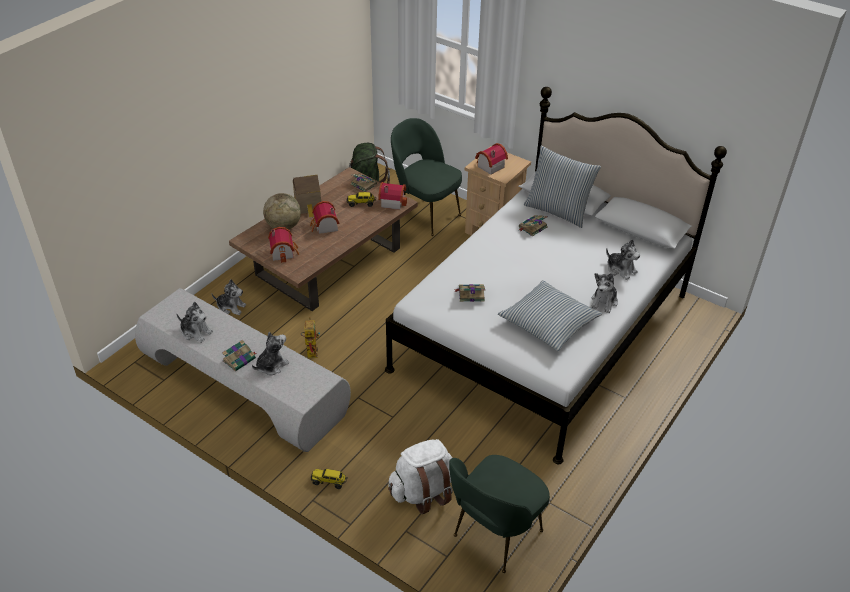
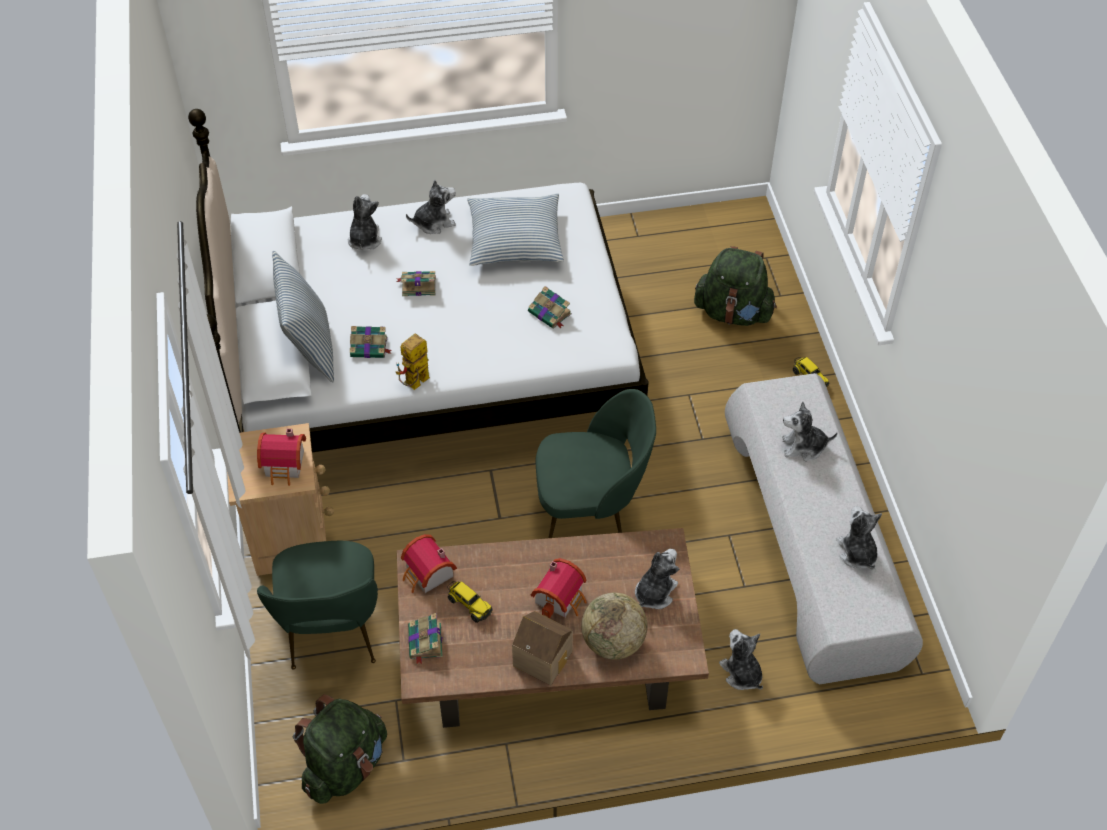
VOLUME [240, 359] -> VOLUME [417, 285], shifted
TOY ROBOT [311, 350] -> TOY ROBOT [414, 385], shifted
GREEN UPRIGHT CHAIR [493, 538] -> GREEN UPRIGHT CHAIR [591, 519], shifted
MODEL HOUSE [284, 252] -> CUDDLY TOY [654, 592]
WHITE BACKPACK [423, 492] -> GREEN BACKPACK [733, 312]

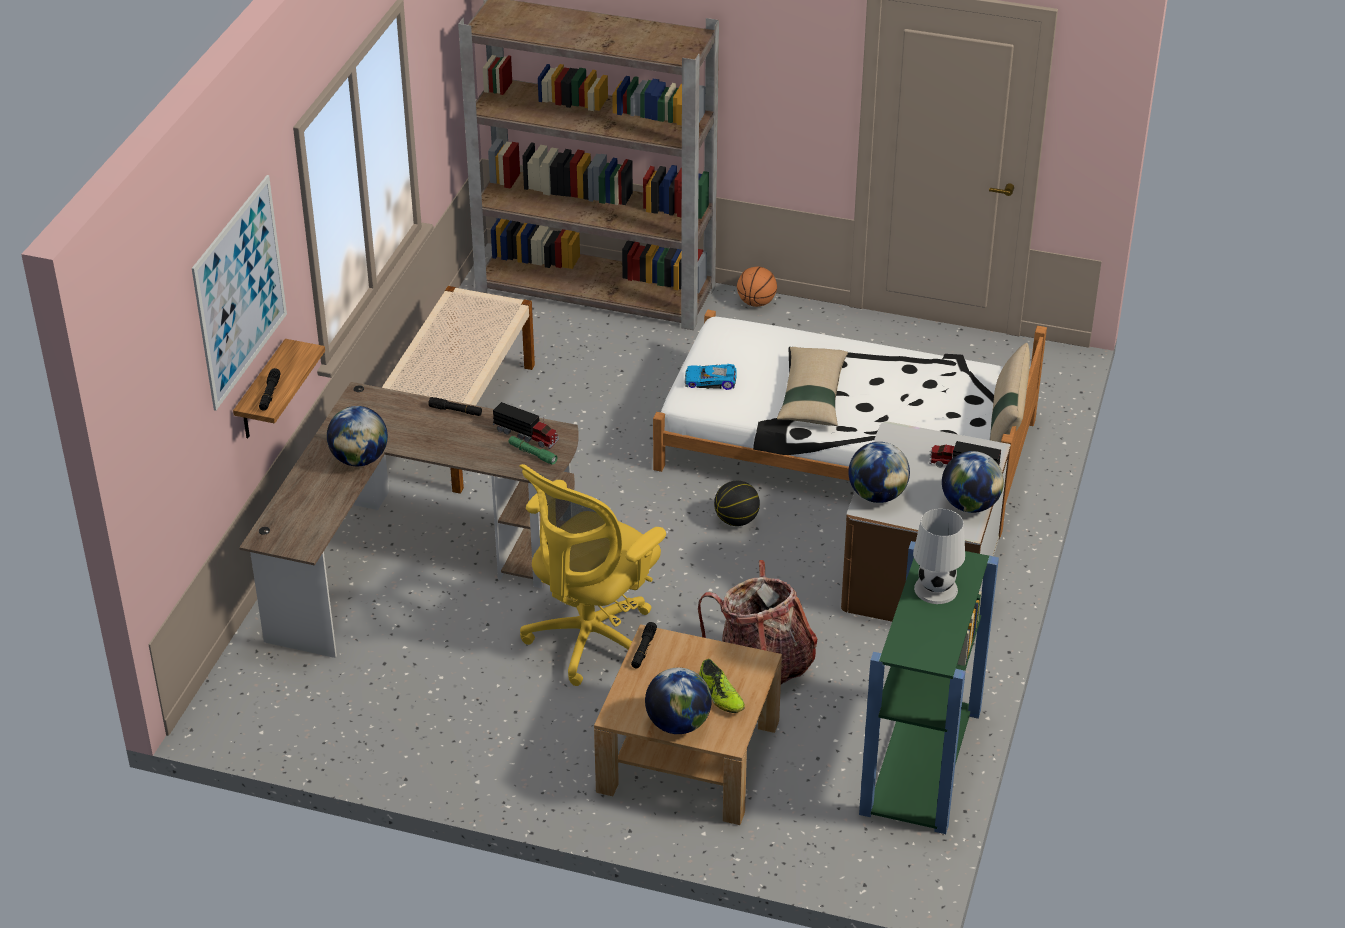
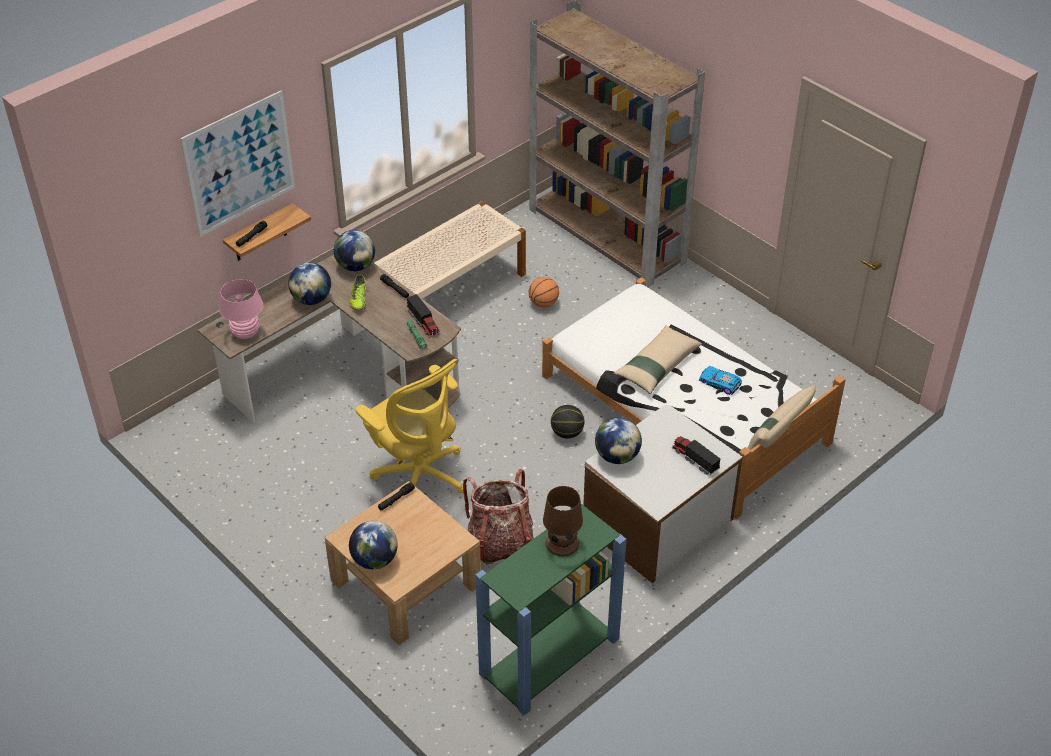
none -> PINKISH TABLETOP LAMP [246, 333]
TOY CAR [710, 381] -> TOY CAR [719, 383], shifted
SHOE [720, 696] -> SHOE [359, 299], shifted
BASKETBALL [756, 303] -> BASKETBALL [543, 303], shifted
GLOBE [970, 505] -> GLOBE [356, 266], shifted
WHITE TABLETOP LAMP [935, 589] -> BROWN-COLOURED TABLETOP LAMP [561, 543]
YELLOW DESK CHAIR [594, 633] -> YELLOW DESK CHAIR [416, 472], 105 degrees counterclockwise

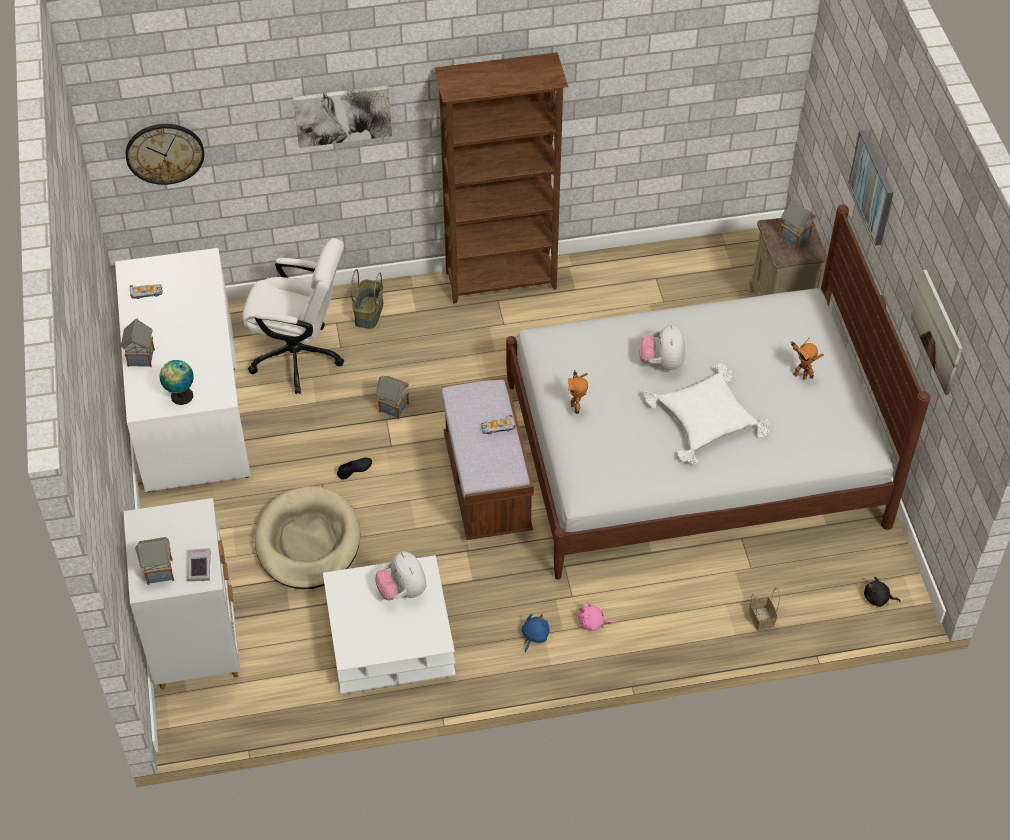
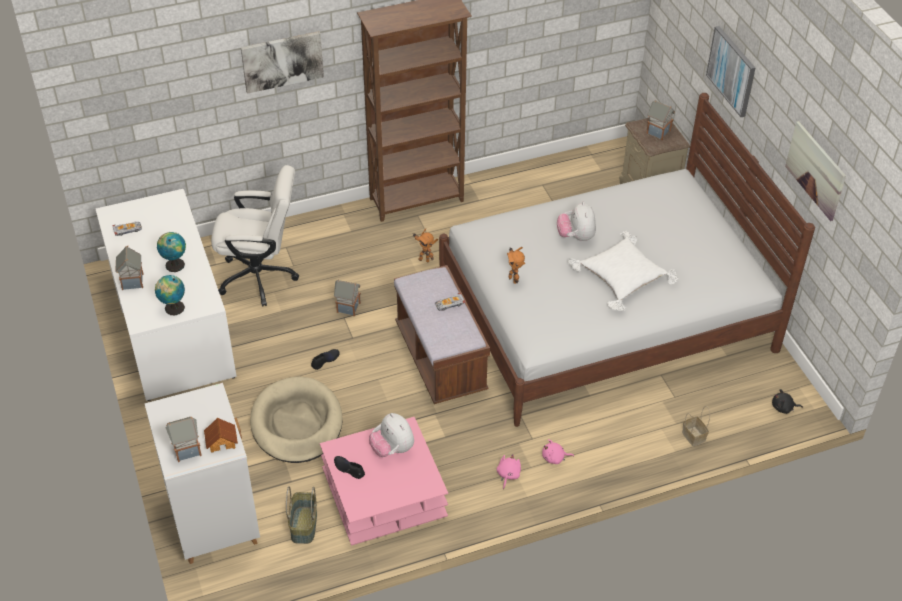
CLOCK ON THE WALL [164, 153] -> none
none -> GLOBE [174, 264]
none -> BLACKISH SHOE [349, 469]
HOUSEHOLD BASKET [368, 312] -> HOUSEHOLD BASKET [303, 525], shifted
TOY ROBOT [800, 375] -> TOY ROBOT [424, 259], shifted
VOLUME [199, 566] -> MODEL HOUSE [222, 441]
WHITE COFFEE TABLE [390, 636] -> PINKISH COFFEE TABLE [384, 492]
BLUISH CUDDLY TOY [534, 636] -> PINKISH CUDDLY TOY [508, 475]

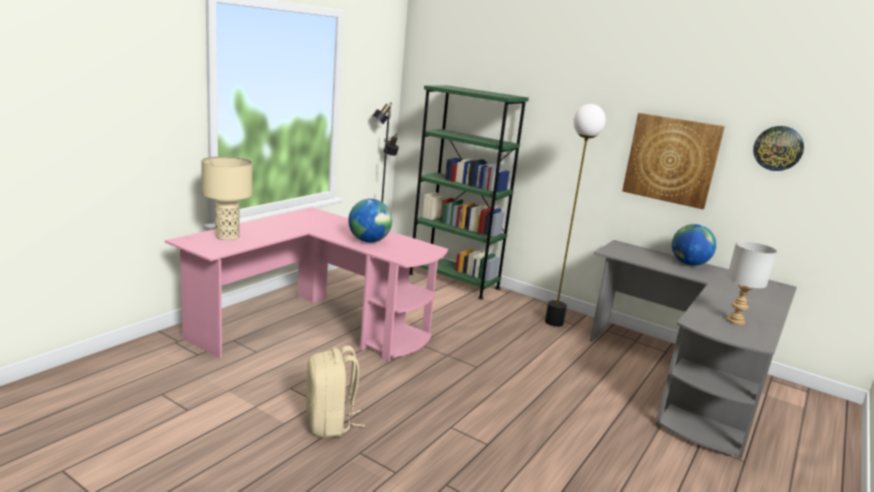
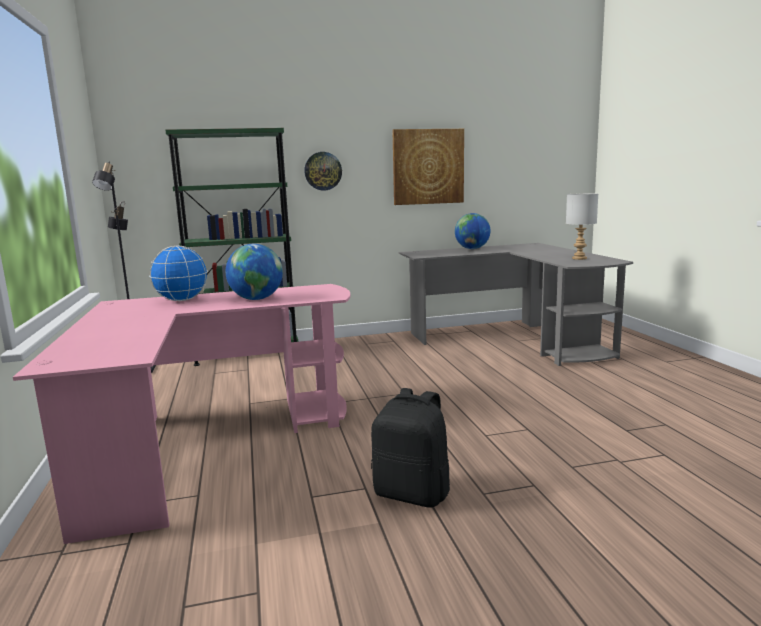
SAND-COLOURED TABLETOP LAMP [228, 236] -> none
STANDING LAMP [554, 322] -> none
none -> GLOBE [182, 300]
CLOCK ON THE WALL [778, 148] -> CLOCK ON THE WALL [323, 171], shifted
SAND-COLOURED BACKPACK [330, 423] -> BLACKISH BACKPACK [413, 493]

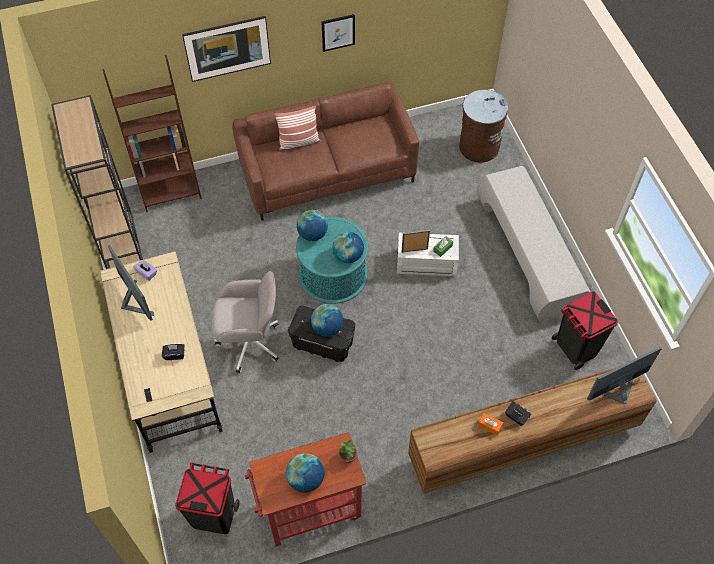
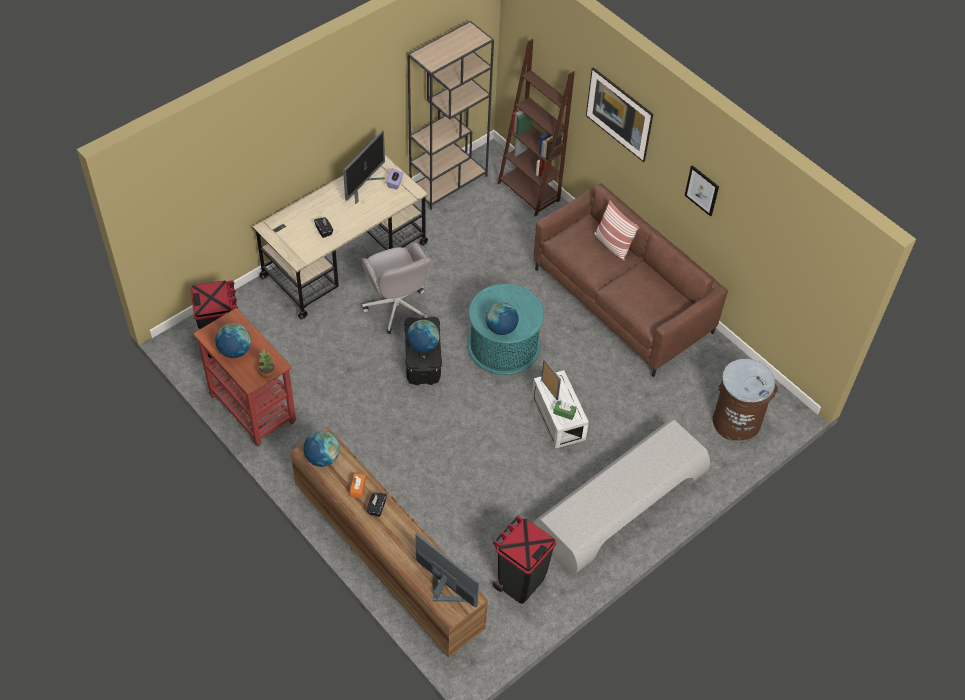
GLOBE [312, 234] -> GLOBE [322, 458], shifted

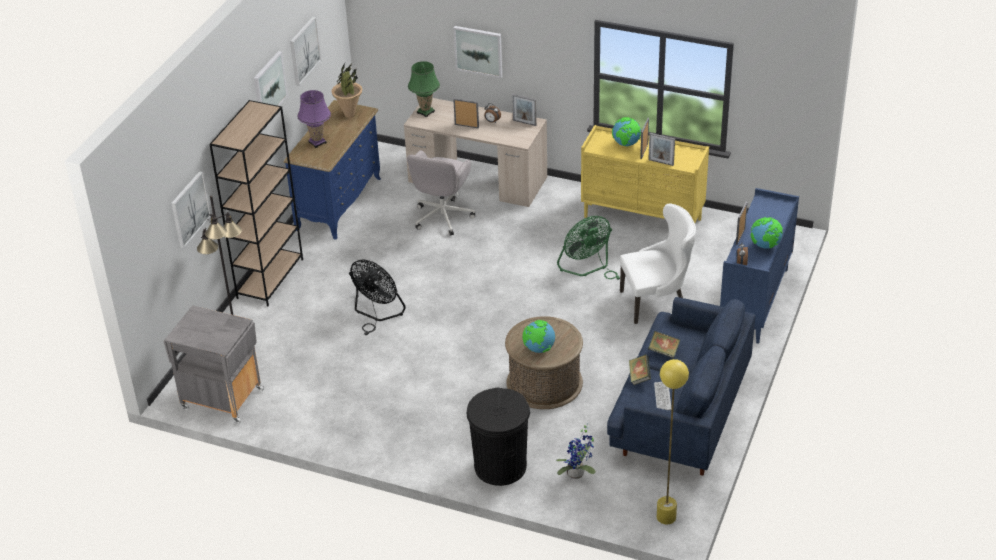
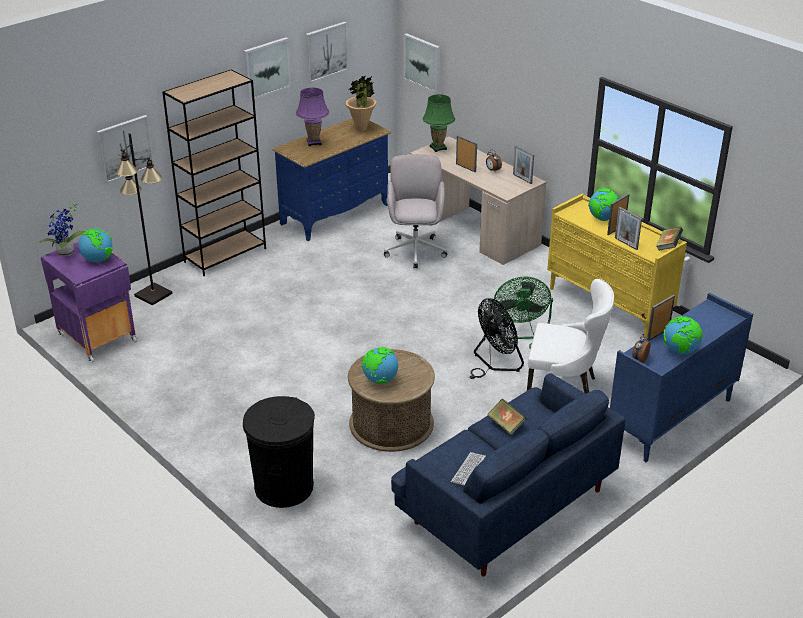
YELLOW STANDING LAMP [666, 517] -> none
none -> GLOBE [98, 260]
BLACKISH ELECTRIC FAN [374, 312] -> BLACKISH ELECTRIC FAN [491, 360], shifted
PICTURE [478, 51] -> PICTURE [422, 62], shifted
POTTED PLANT [577, 474] -> POTTED PLANT [67, 254], shifted
VOLUME [639, 376] -> VOLUME [668, 246], shifted
GRAY TROLLEY [221, 398] -> PURPLE-COLOURED TROLLEY [97, 337]
GRAY DESK CHAIR [442, 218] -> GRAY DESK CHAIR [415, 251], 135 degrees clockwise

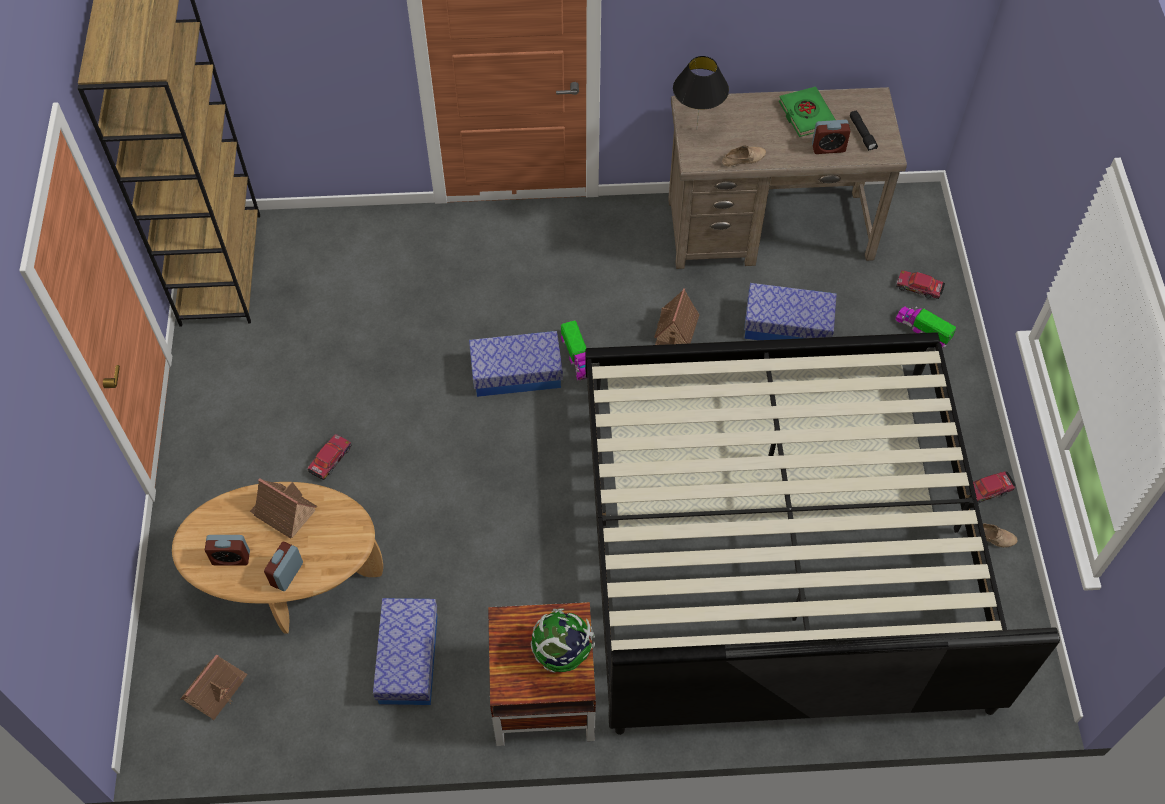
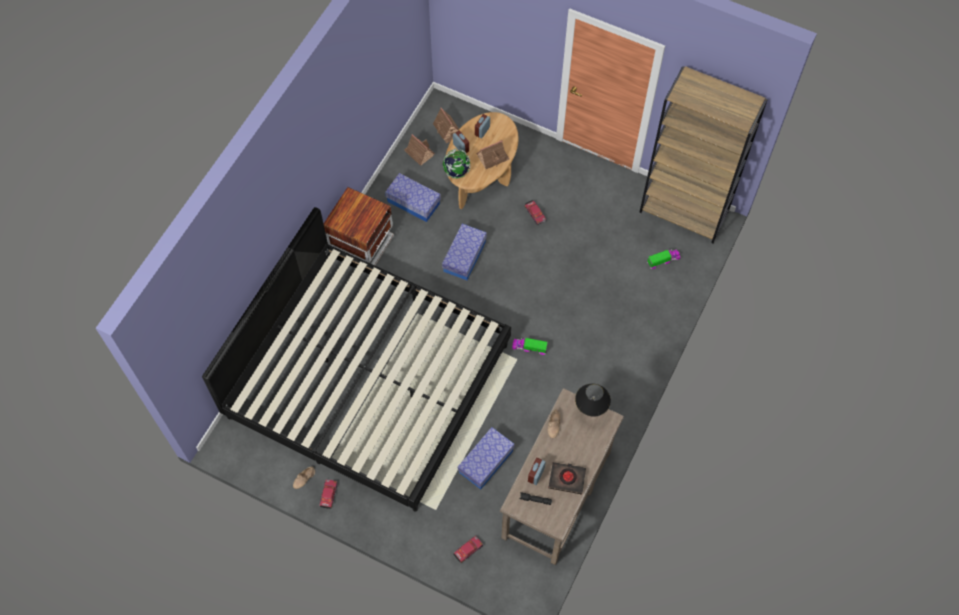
STORAGE BOX [516, 373] -> STORAGE BOX [464, 257], shifted
GLOBE [562, 652] -> GLOBE [456, 172], shifted
MODEL HOUSE [675, 331] -> MODEL HOUSE [419, 153], shifted
TOY TRUCK [923, 329] -> TOY TRUCK [663, 260], shifted
GREEN VOLUME [806, 115] -> BLACKISH VOLUME [567, 479]

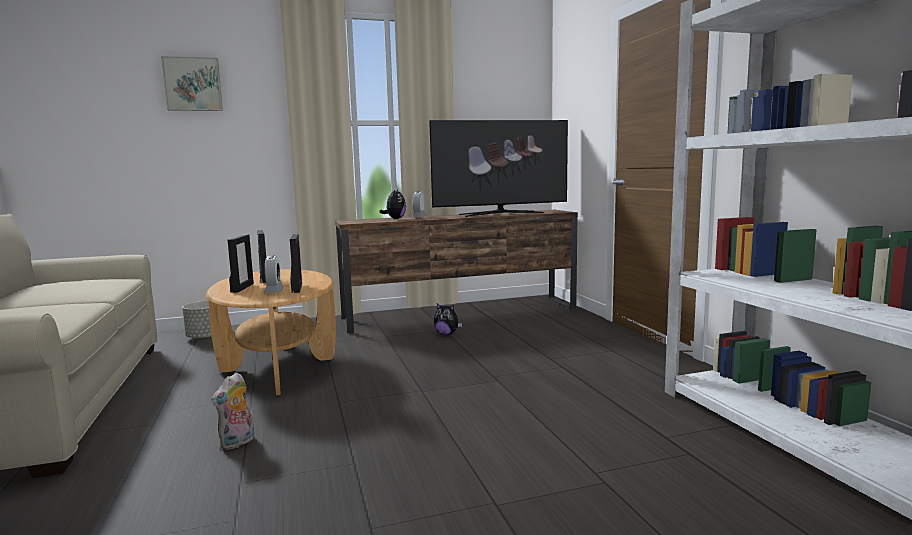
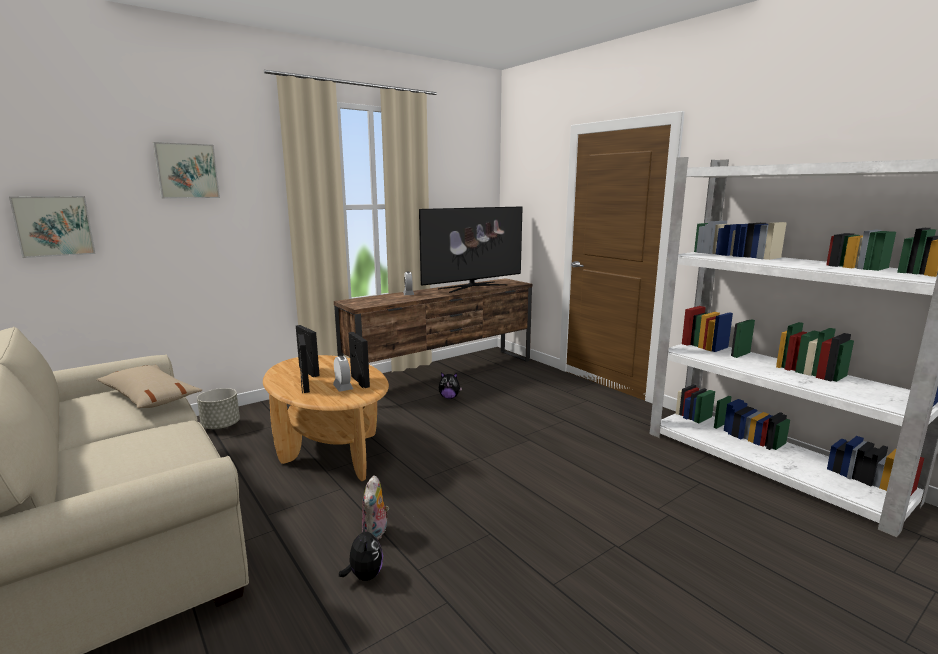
none -> PICTURE [54, 226]
none -> SAND-COLOURED CUSHION [149, 397]
CUDDLY TOY [395, 219] -> CUDDLY TOY [364, 575], shifted

